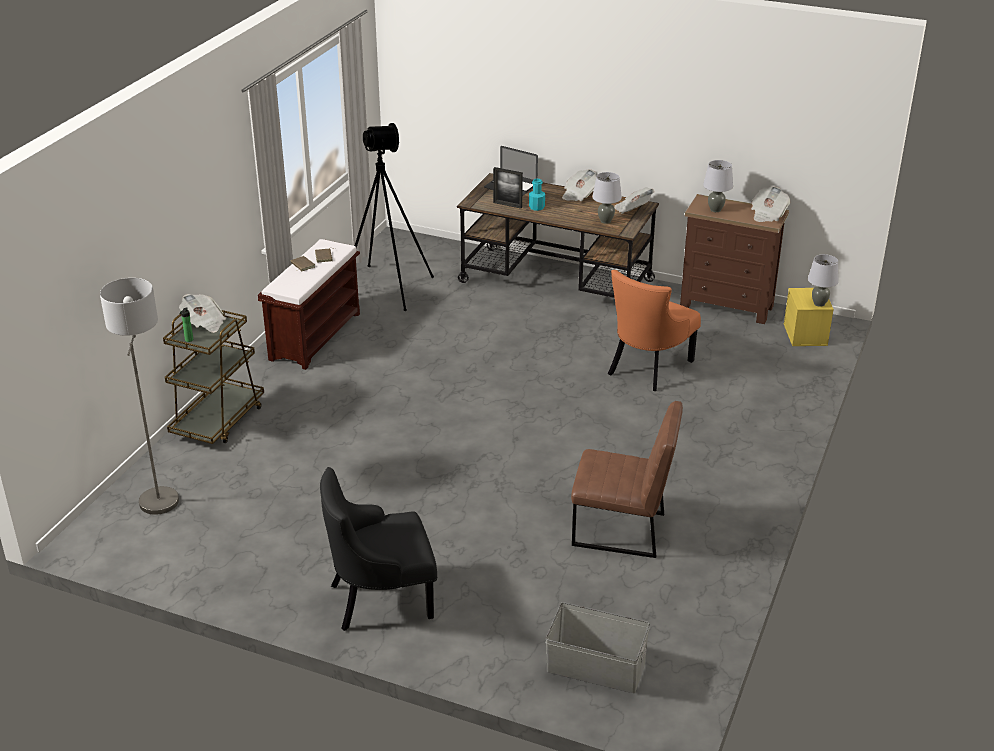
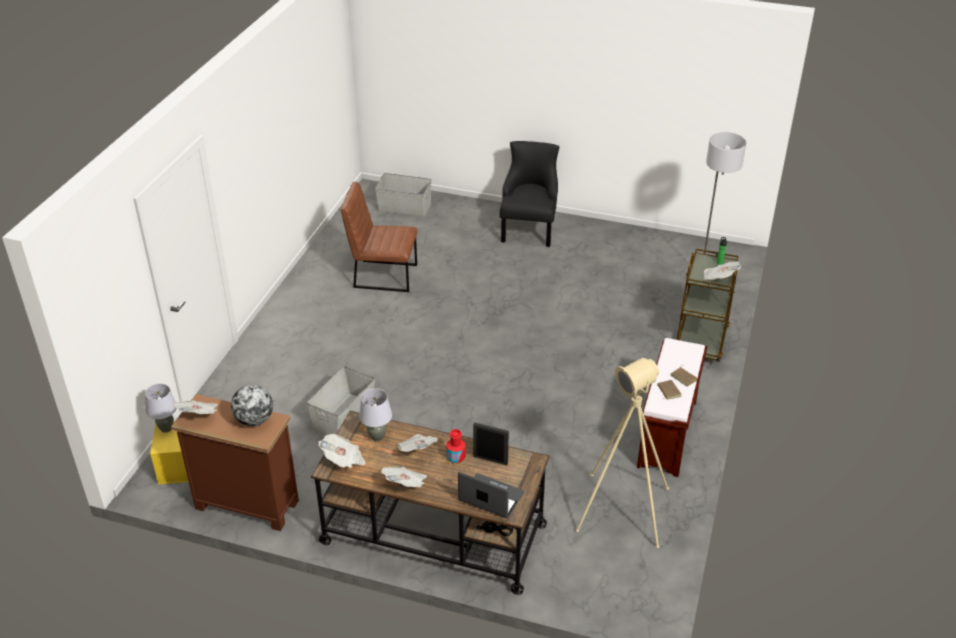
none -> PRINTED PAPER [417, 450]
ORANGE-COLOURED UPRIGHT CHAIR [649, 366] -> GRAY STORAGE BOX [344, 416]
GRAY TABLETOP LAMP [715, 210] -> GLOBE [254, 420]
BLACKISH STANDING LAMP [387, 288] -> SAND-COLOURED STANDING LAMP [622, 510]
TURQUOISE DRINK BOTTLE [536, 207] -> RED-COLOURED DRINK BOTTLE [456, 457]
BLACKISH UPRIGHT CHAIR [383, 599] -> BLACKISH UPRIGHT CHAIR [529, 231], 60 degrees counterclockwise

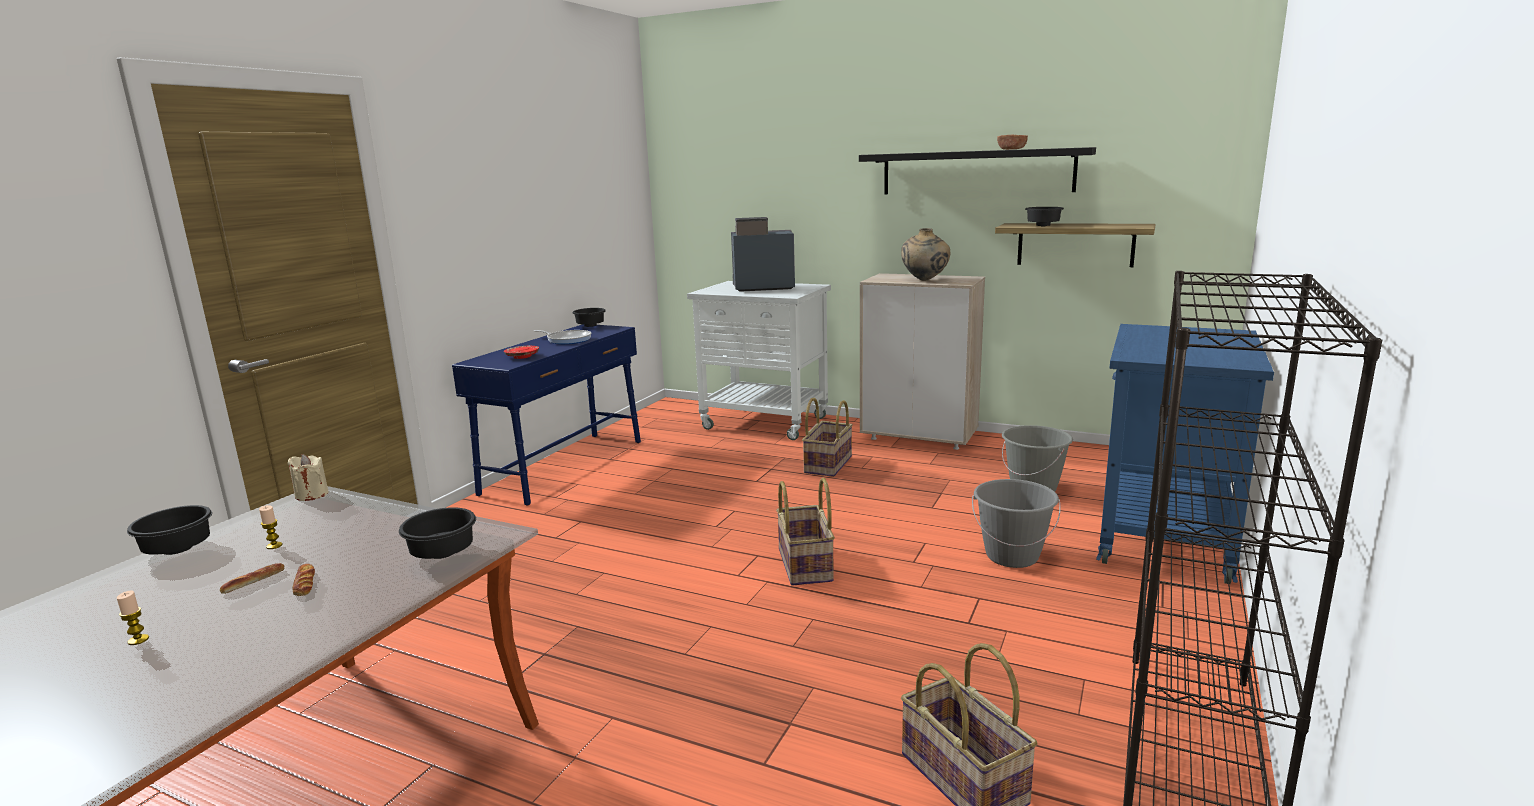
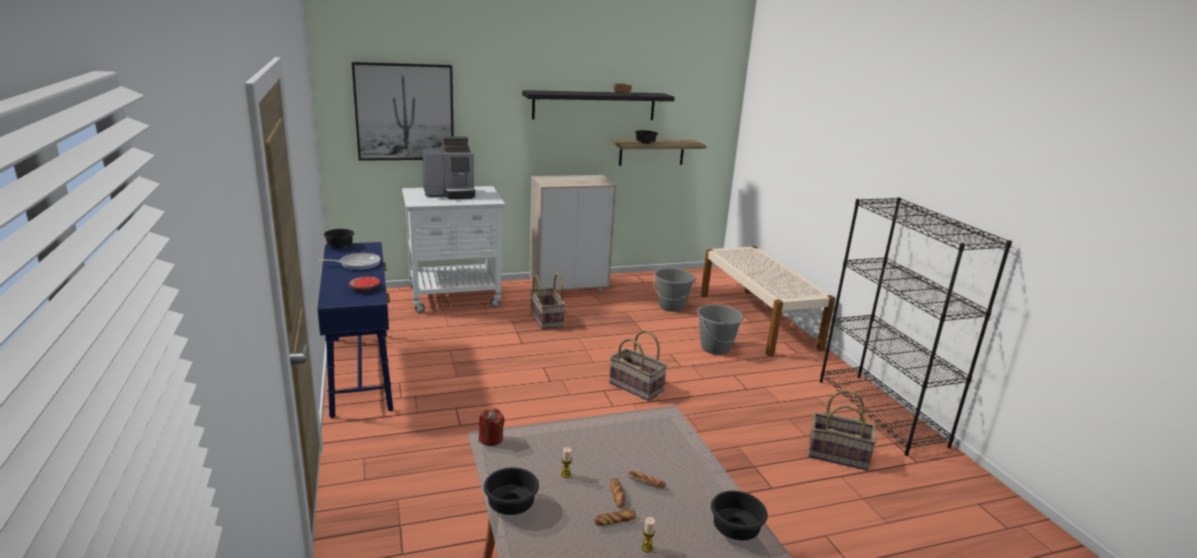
SAND-COLOURED DECORATIVE VASE [925, 280] -> none
none -> PICTURE [404, 112]
none -> BAKERY BREAD [615, 520]
BLACKISH DEEP DISH [445, 553] -> BLACKISH DEEP DISH [736, 529], shifted
BLUISH TROLLEY [1164, 542] -> SAND-COLOURED INDOOR BENCH [758, 321]
SAND-COLOURED WAX LIGHT [312, 495] -> RED-COLOURED WAX LIGHT [491, 439]
COFFEE BREWER [761, 287] -> COFFEE BREWER [451, 194], 150 degrees counterclockwise

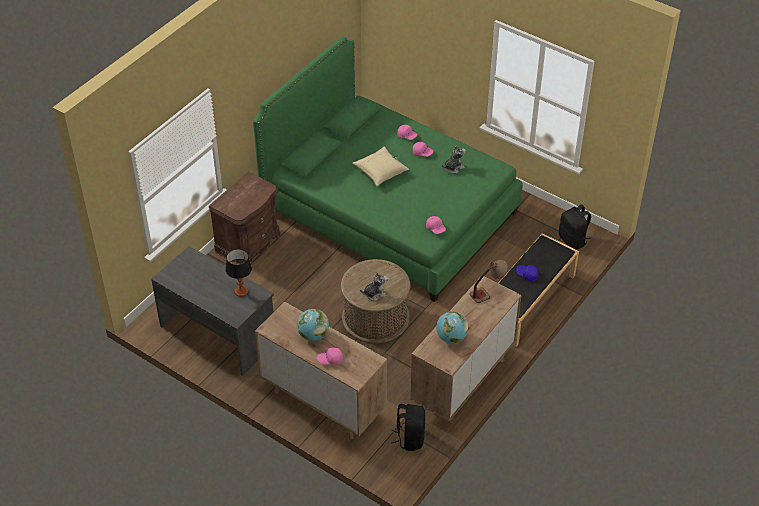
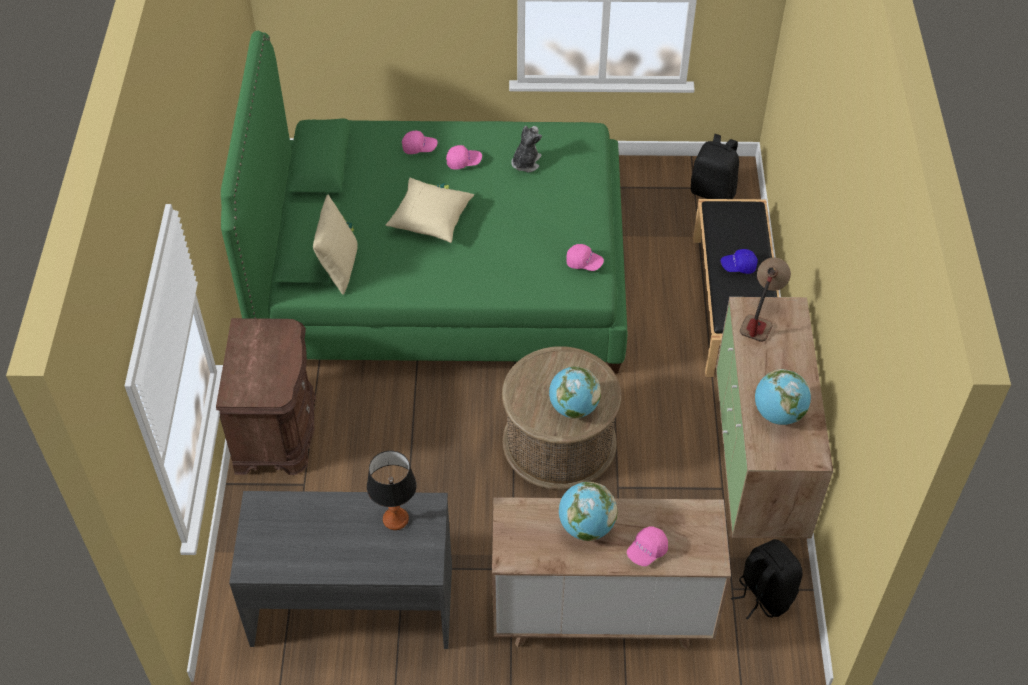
none -> SAND-COLOURED CUSHION [339, 267]
CUDDLY TOY [374, 293] -> GLOBE [573, 408]

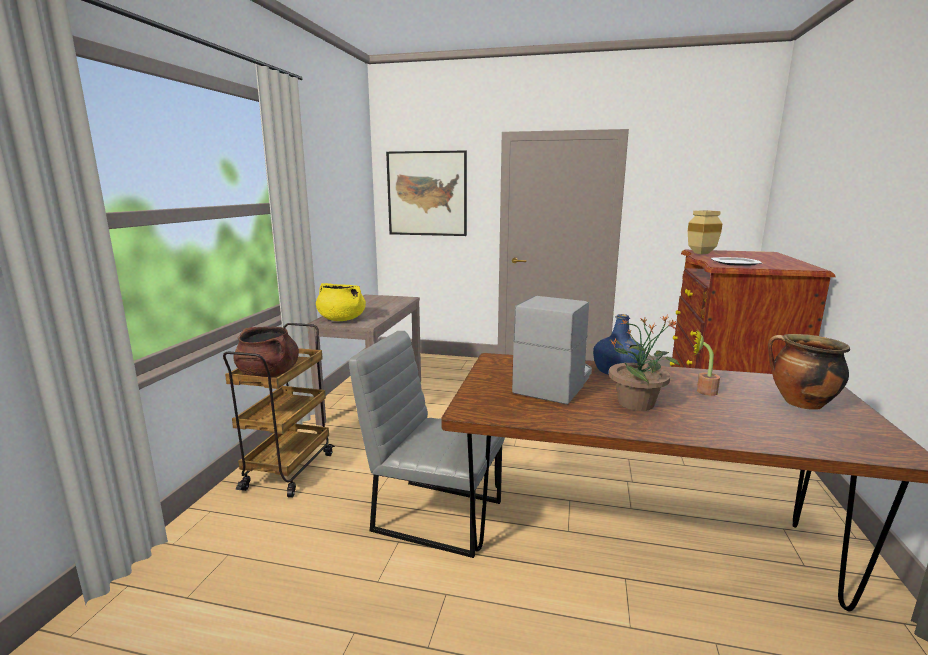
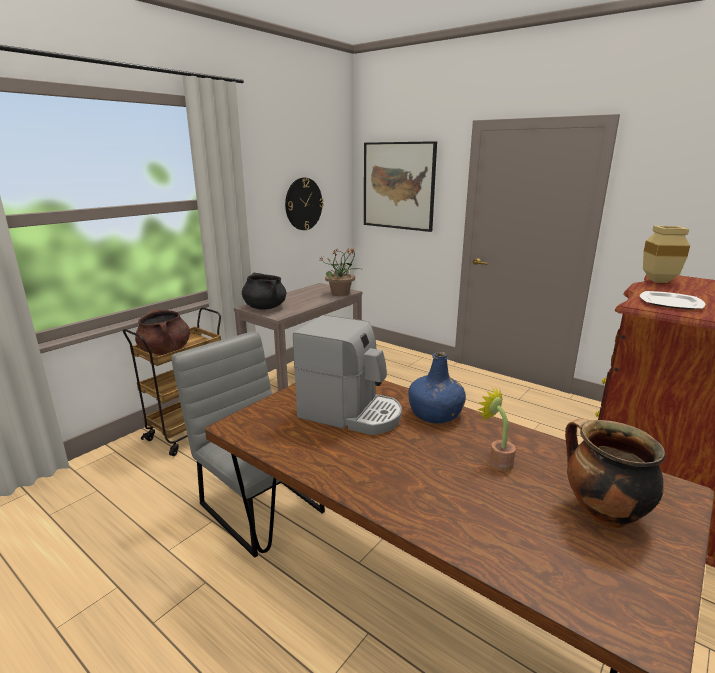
none -> CLOCK ON THE WALL [303, 204]
POTTED PLANT [637, 403] -> POTTED PLANT [341, 293], shifted
YELLOW SAUCEPOT [341, 319] -> BLACKISH SAUCEPOT [265, 307]
COFFEE BREWER [554, 383] -> COFFEE BREWER [351, 413], 60 degrees clockwise

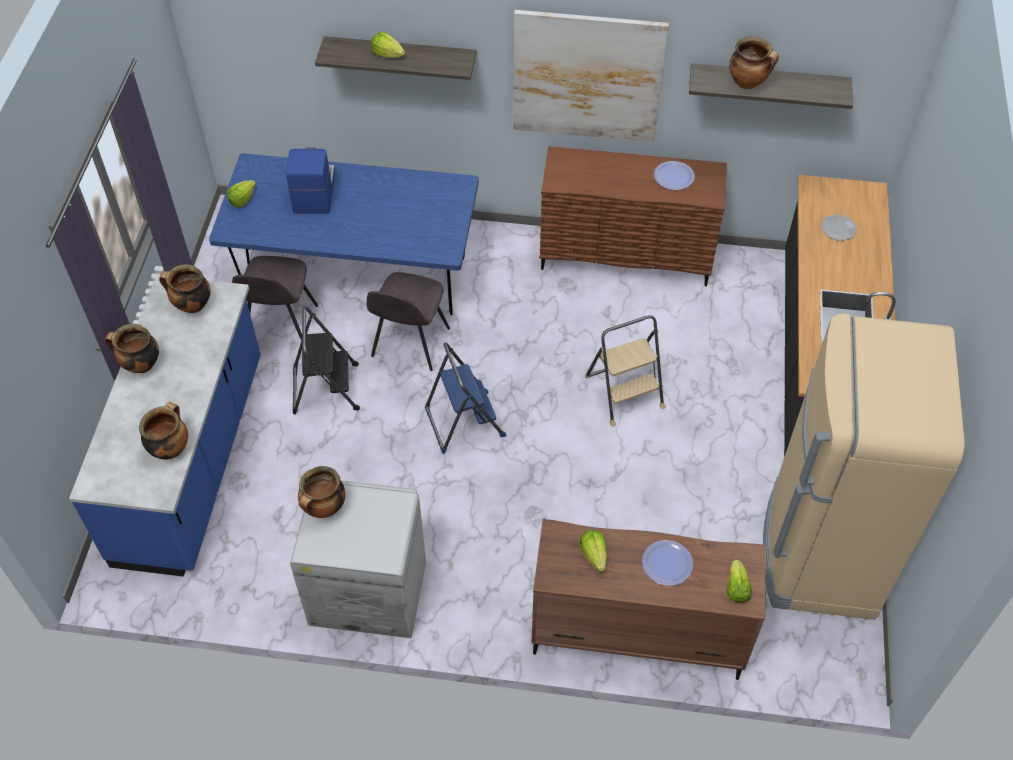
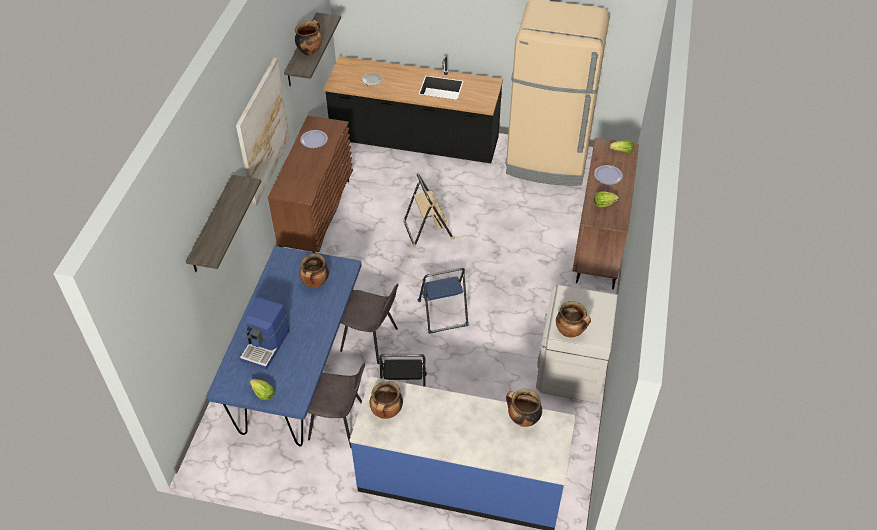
HEAD OF LETTUCE [387, 54] -> none
SAUCEPOT [140, 365] -> SAUCEPOT [315, 283], shifted
COFFEE BREWER [313, 192] -> COFFEE BREWER [266, 345], 75 degrees counterclockwise

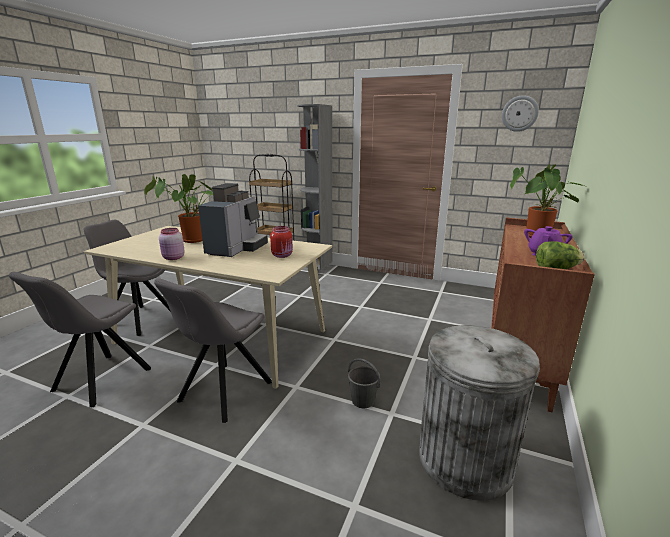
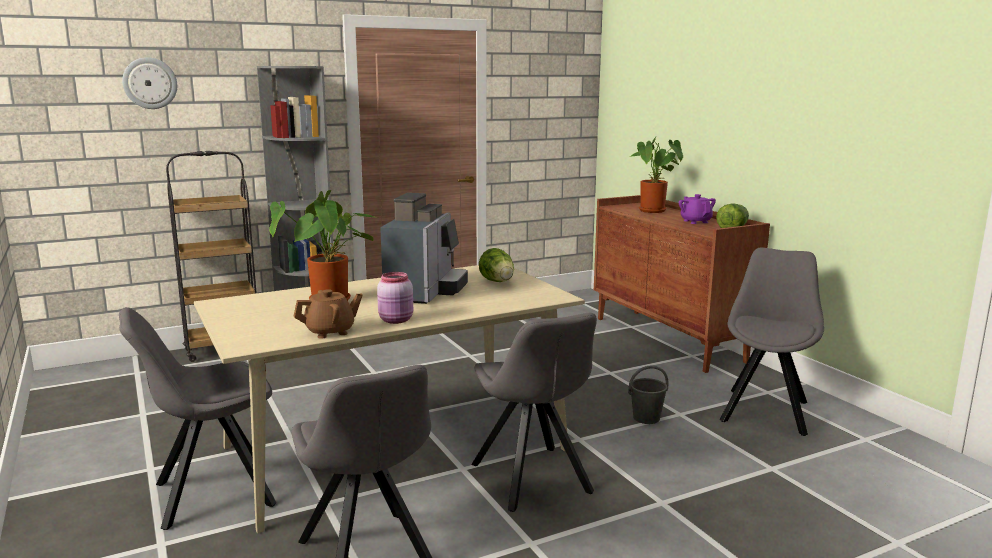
none -> BROWN-COLOURED TEAPOT [330, 332]
CLOCK ON THE WALL [519, 113] -> CLOCK ON THE WALL [150, 83], shifted
RED-COLOURED STORAGE JAR [282, 255] -> HEAD OF LETTUCE [498, 282]
GRAY RUBBISH BIN [465, 460] -> GRAY UPRIGHT CHAIR [765, 411]
COFFEE BREWER [237, 248] -> COFFEE BREWER [425, 291], 45 degrees clockwise

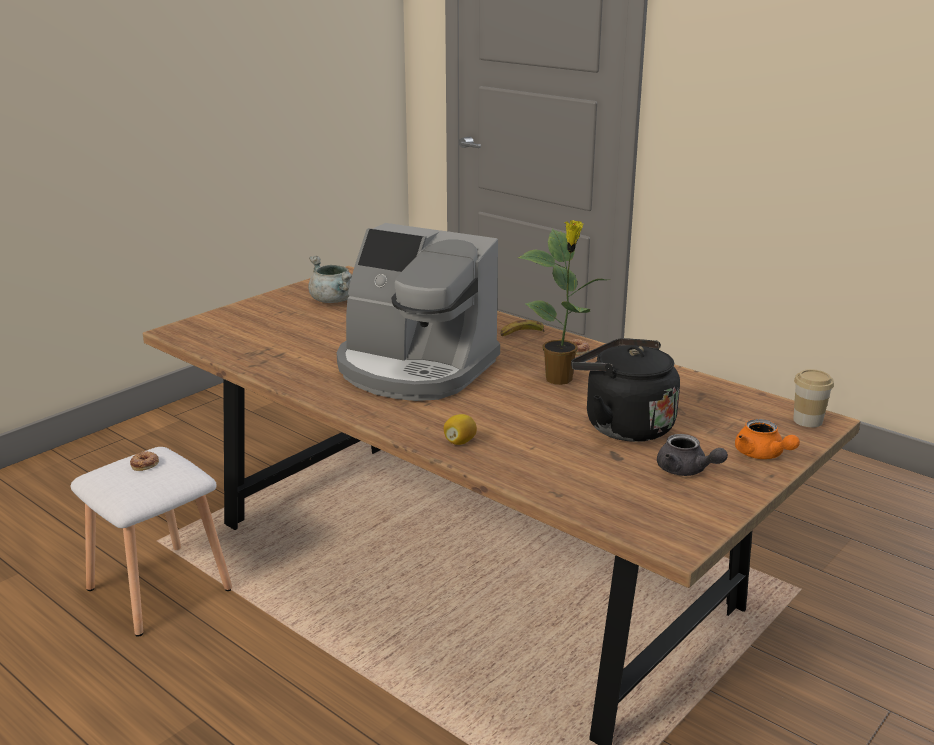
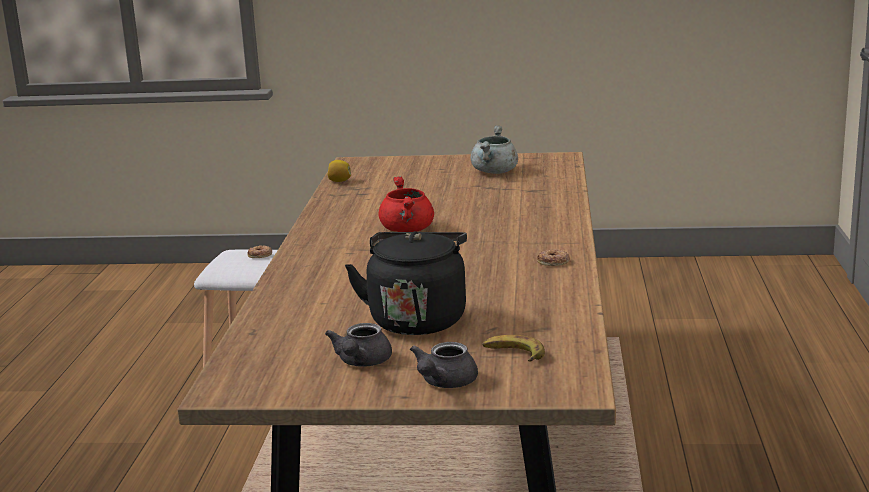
POTTED PLANT [560, 379] -> none
SMALL CUP [807, 420] -> none
WHOLE LEMON [460, 442] -> WHOLE LEMON [339, 181], shifted
WHOLE BANANA [521, 334] -> WHOLE BANANA [513, 354], shifted
COFFEE BREWER [414, 369] -> RED-COLOURED SAUCEPOT [408, 230]
ORANGE-COLOURED TEAPOT [762, 455] -> GRAY TEAPOT [444, 383]

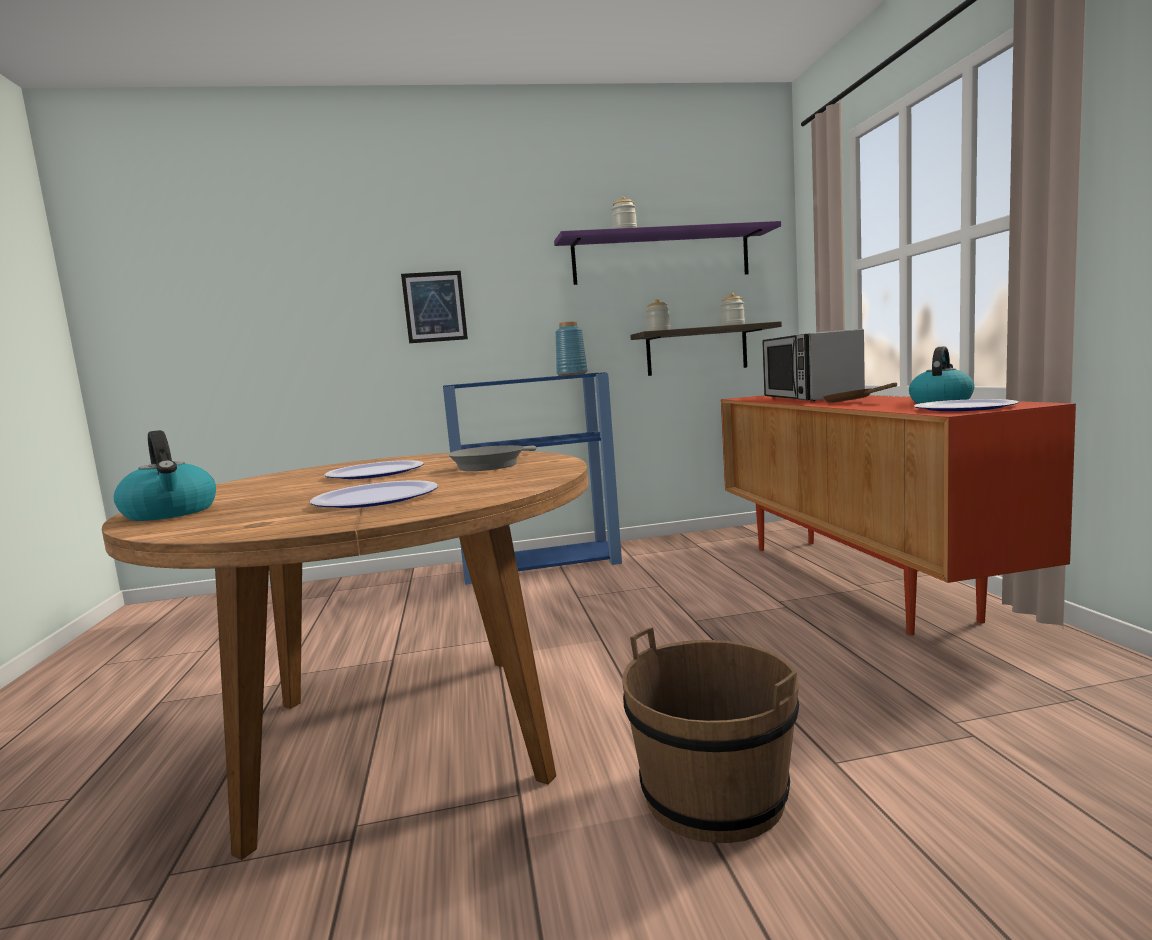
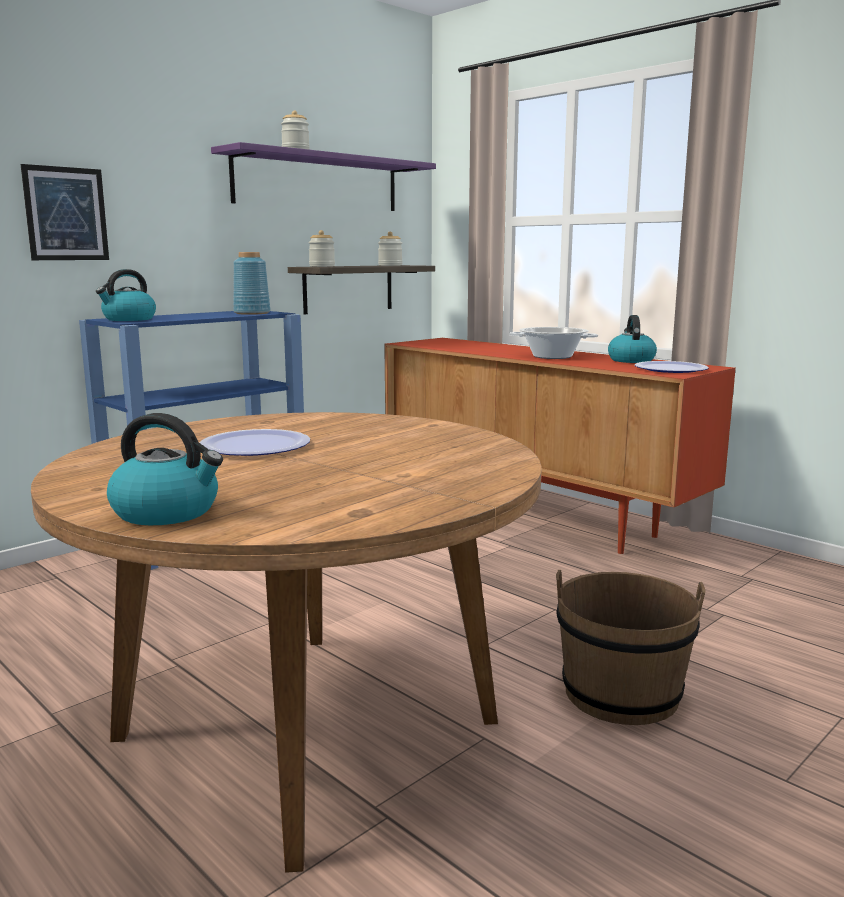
DINNER PLATE [376, 498] -> none
GRAY PAN [491, 465] -> none
MICROWAVE [810, 397] -> none
none -> WATER KETTLE [129, 319]
BROWN-COLOURED PAN [852, 402] -> SAUCEPOT [552, 356]

